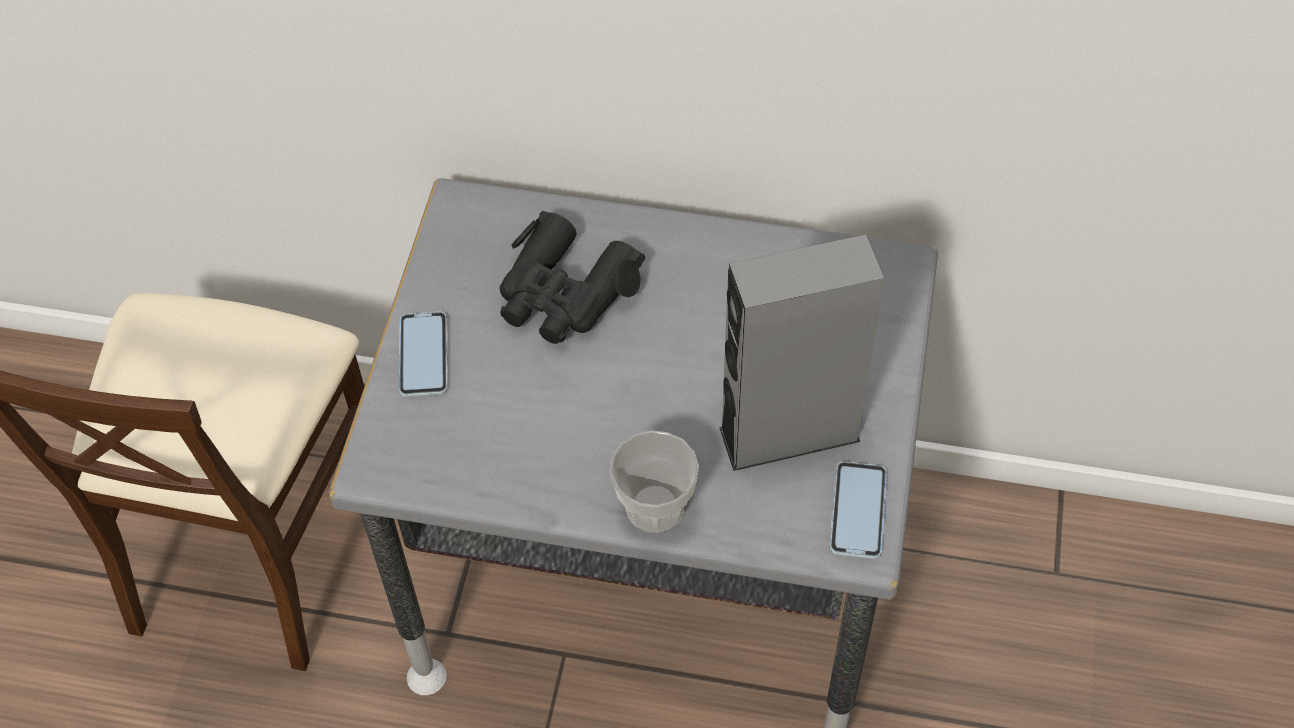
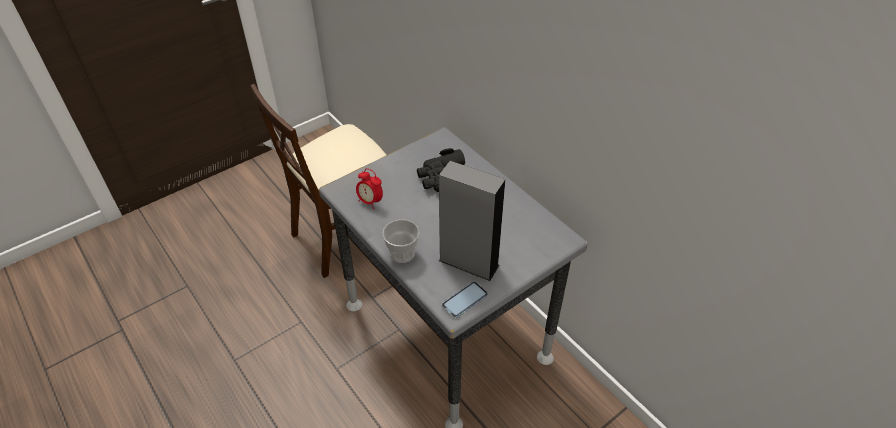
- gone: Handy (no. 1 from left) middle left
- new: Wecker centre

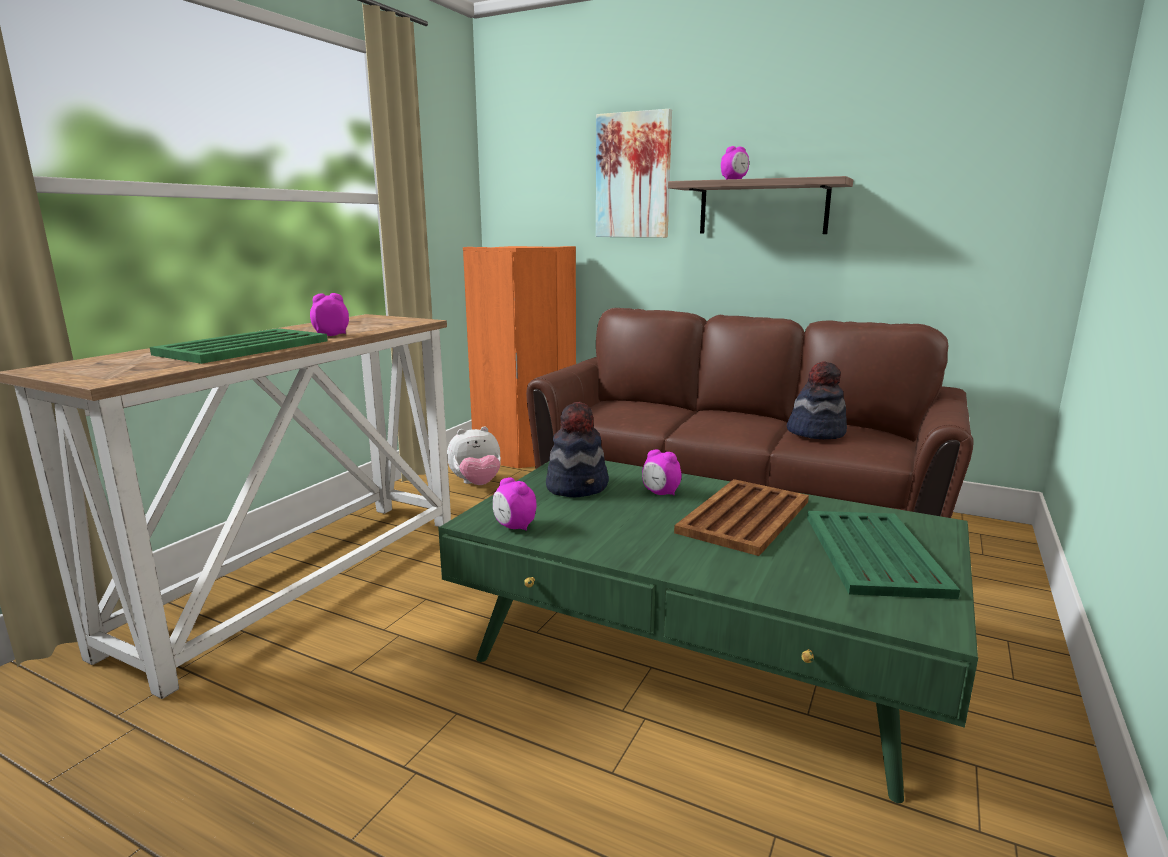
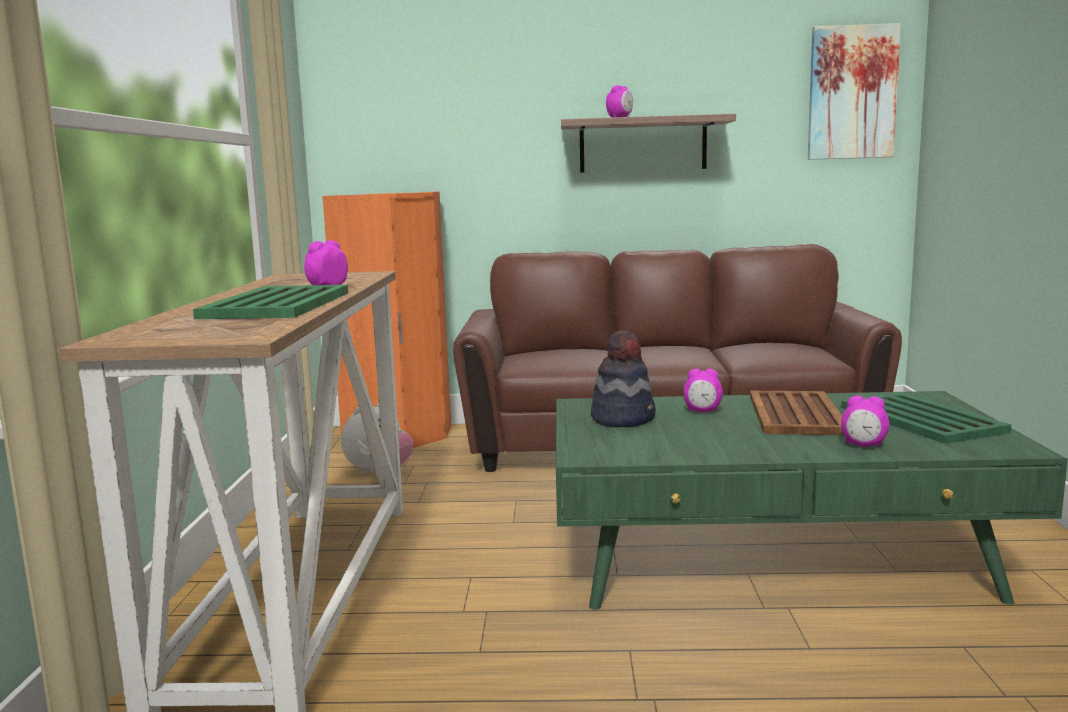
- gone: Hut (no. 2 from left) middle right
- shifted: Wecker (no. 2 from left in the first image) centre to Wecker (no. 4 from left) middle right
- shifted: Bild top centre to top right

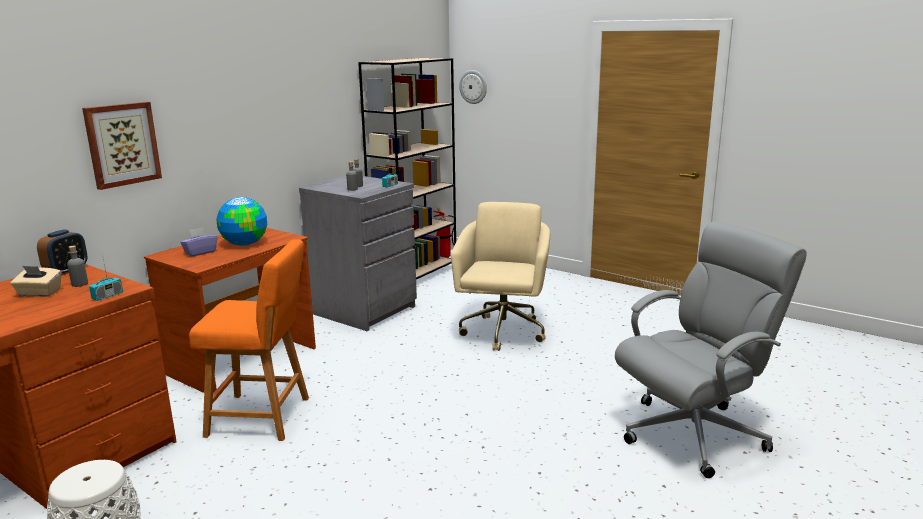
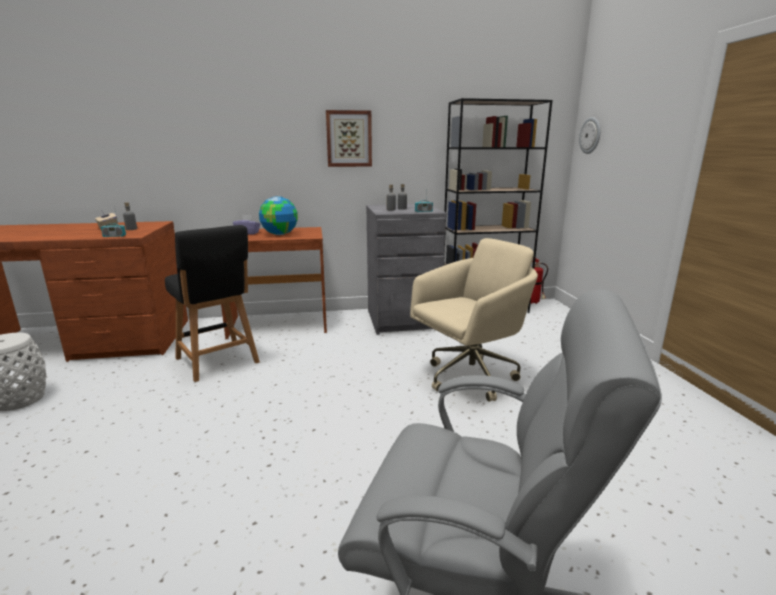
- gone: Wecker middle left
- shifted: Bild top left to top centre
- repainted: Hocker [orange] middle left to Hocker [schwarz] middle left

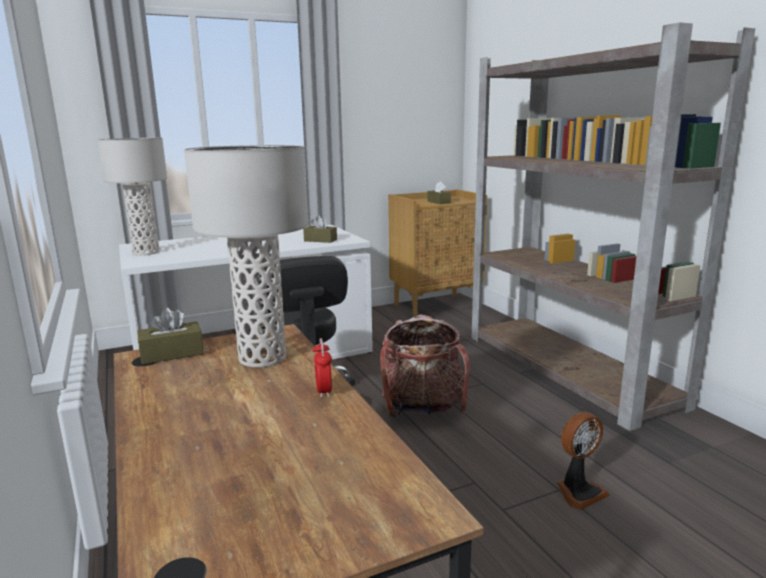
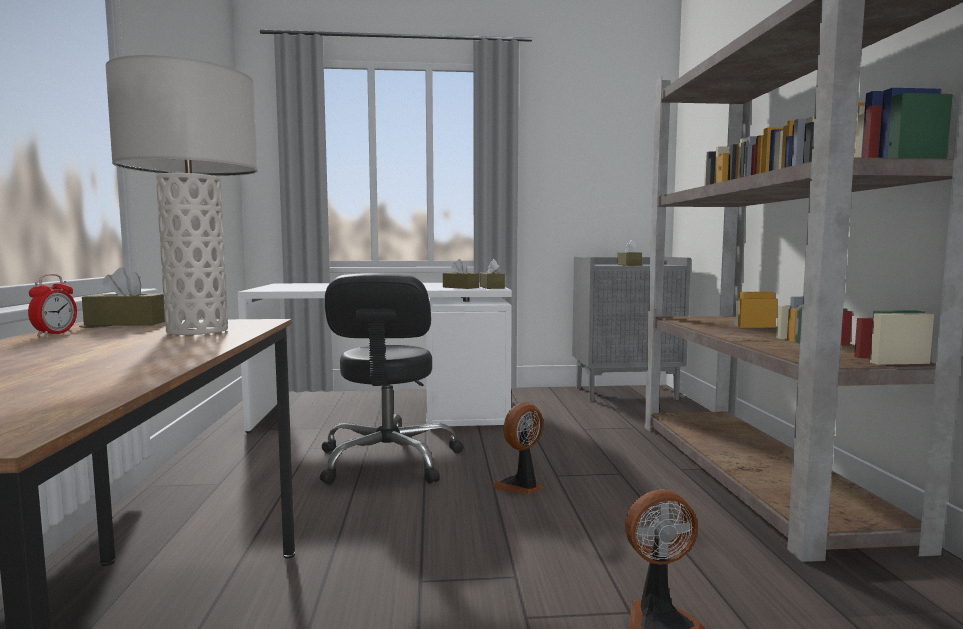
- gone: Tischlampe [weiß] (no. 1 from left) middle left
- new: Taschentuchbox [braun] (no. 3 from left) centre
- shifted: Wecker centre to middle left
- swapped: Rucksack centre to Ventilator (no. 1 from left) bottom centre
- repainted: Schrank [braun] centre to Schrank [grau] centre

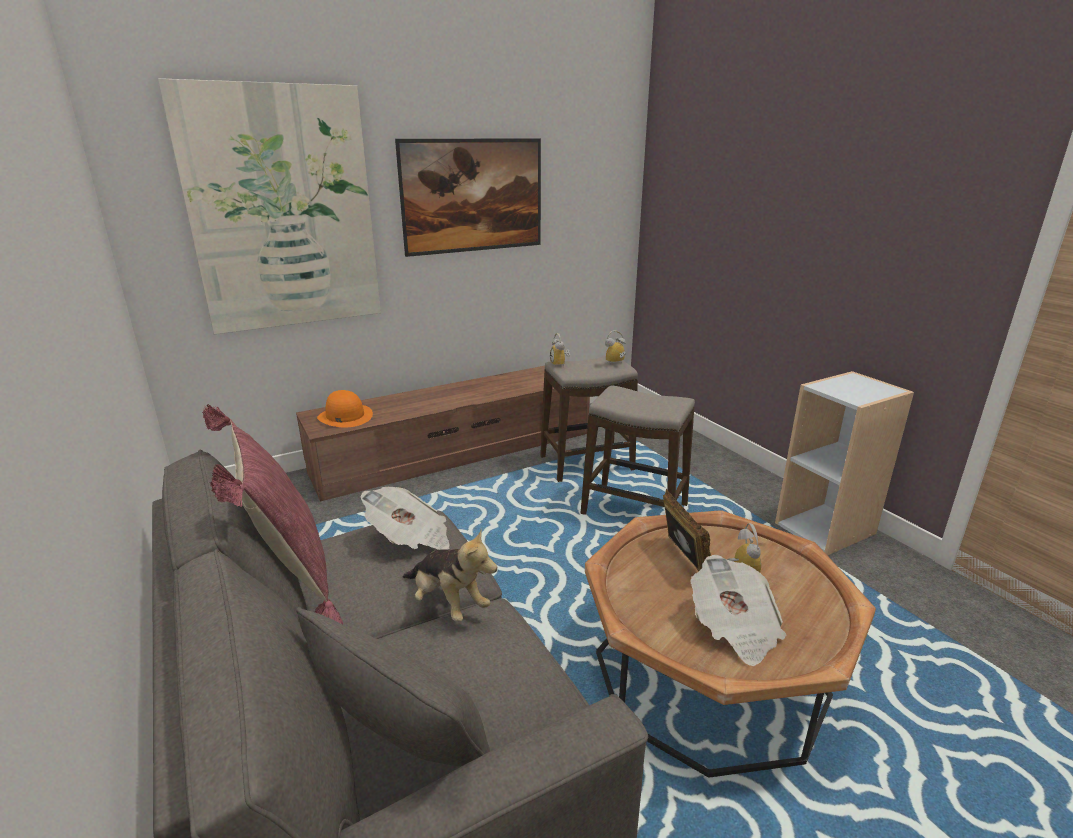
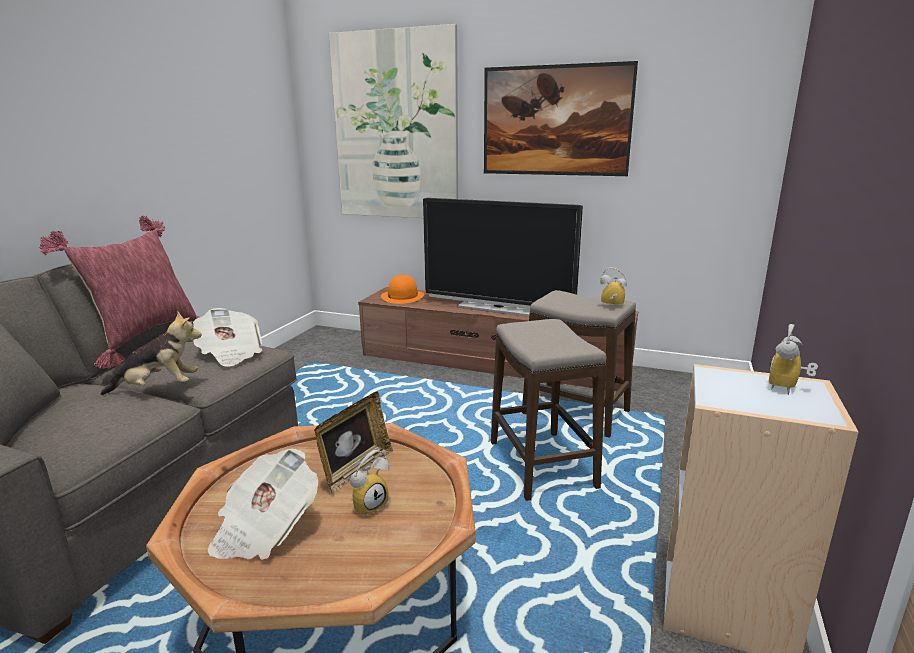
- new: Fernseher centre
- shifted: Wecker (no. 1 from left in the first image) centre to Wecker (no. 3 from left) middle right
- rotated: Plüschtier bottom centre = middle left 105 degrees counterclockwise

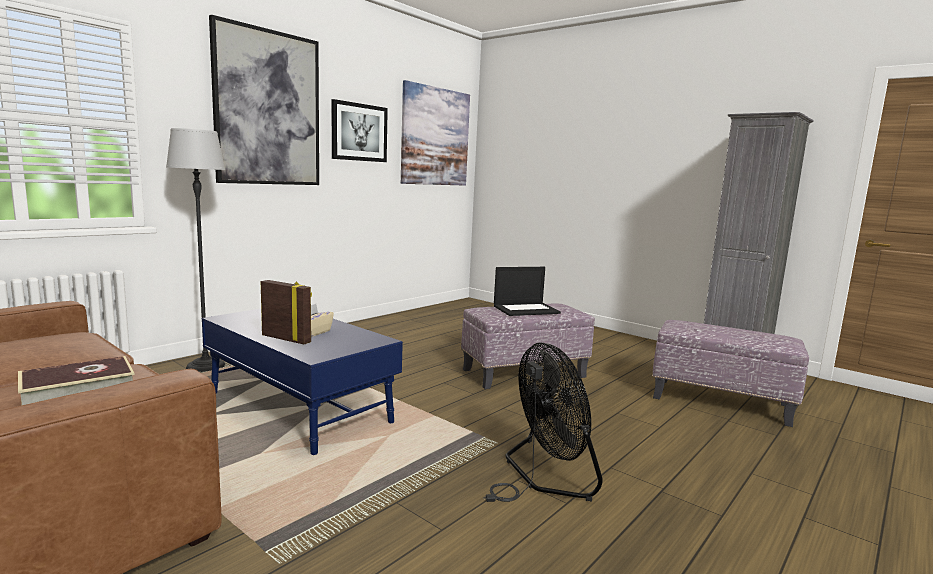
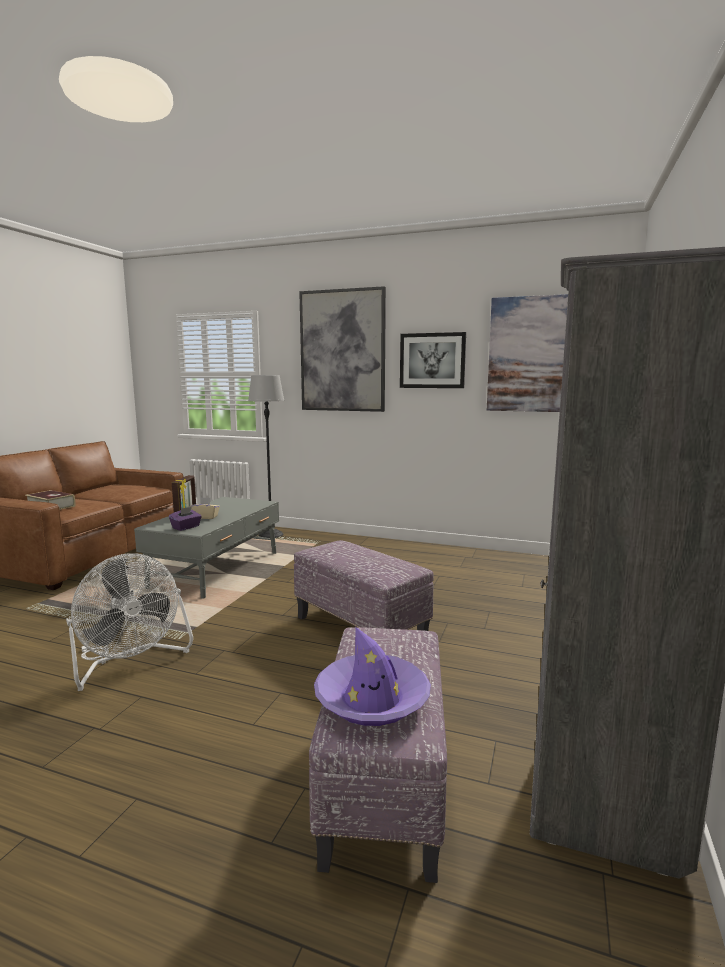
- gone: Laptop centre
- new: Taschentuchbox [lila] middle left
- new: Hut [lila] bottom centre
- repainted: Couchtisch [blau] middle left to Couchtisch [grau] middle left
- repainted: Ventilator [schwarz] bottom centre to Ventilator [weiß] middle left

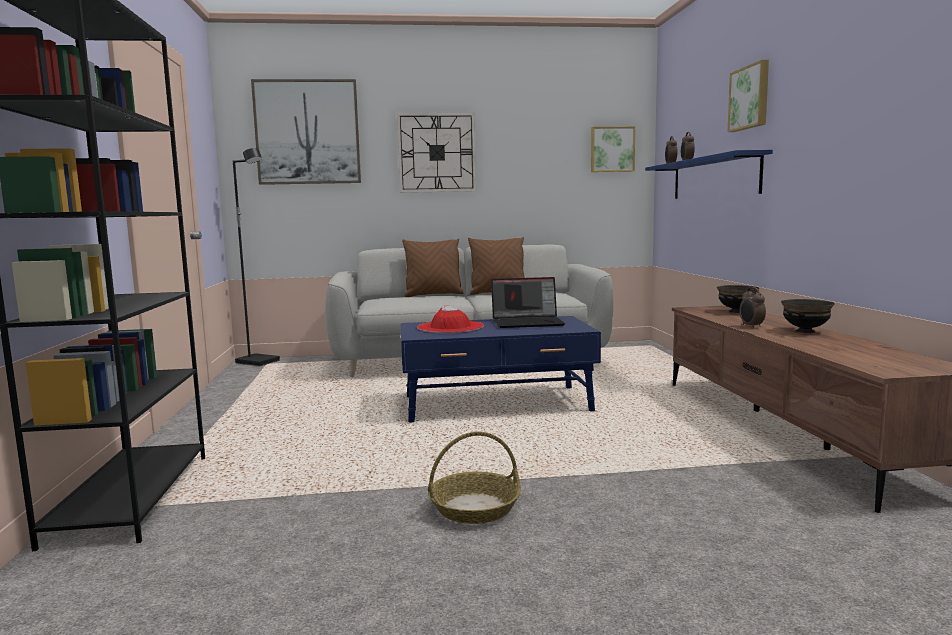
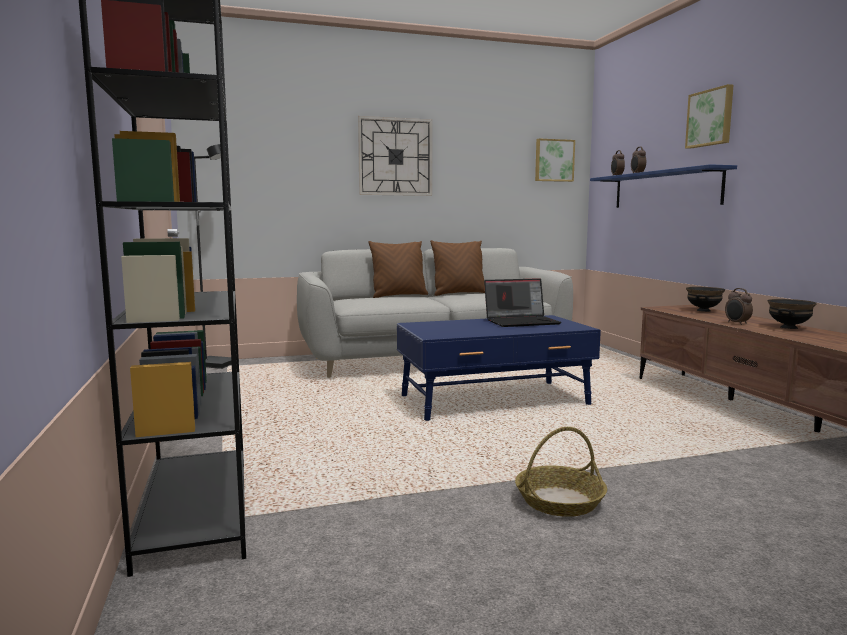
- gone: Bild (no. 1 from left) top left
- gone: Hut [rot] centre

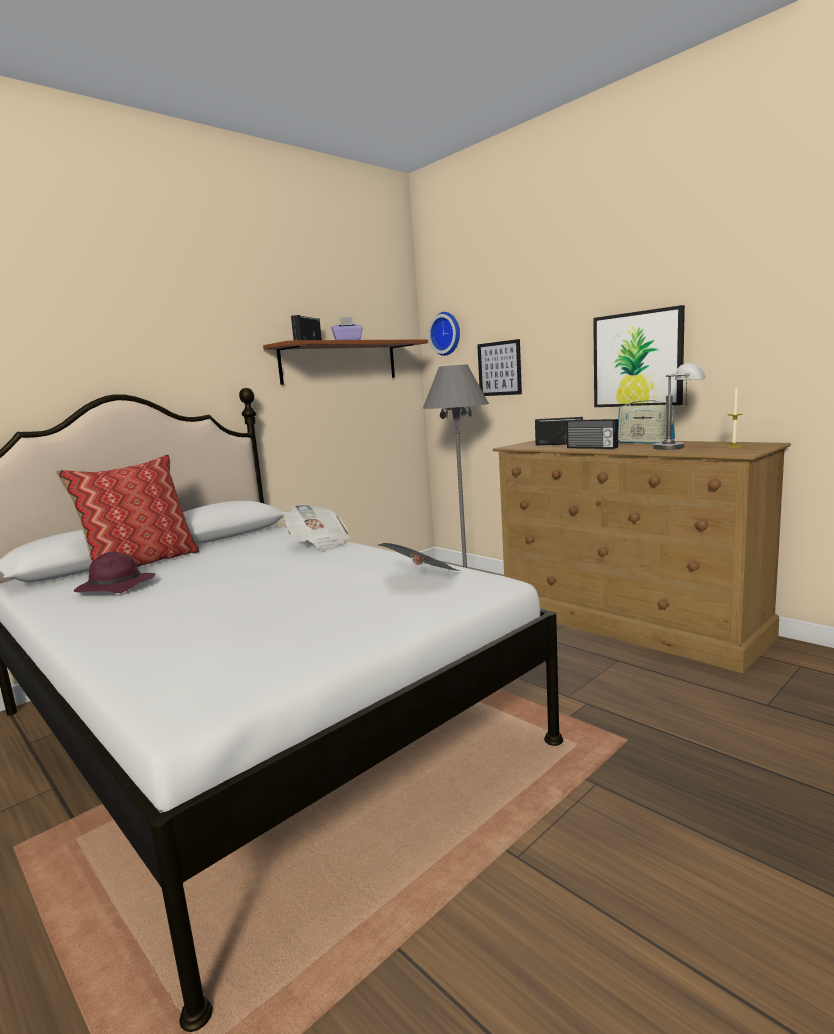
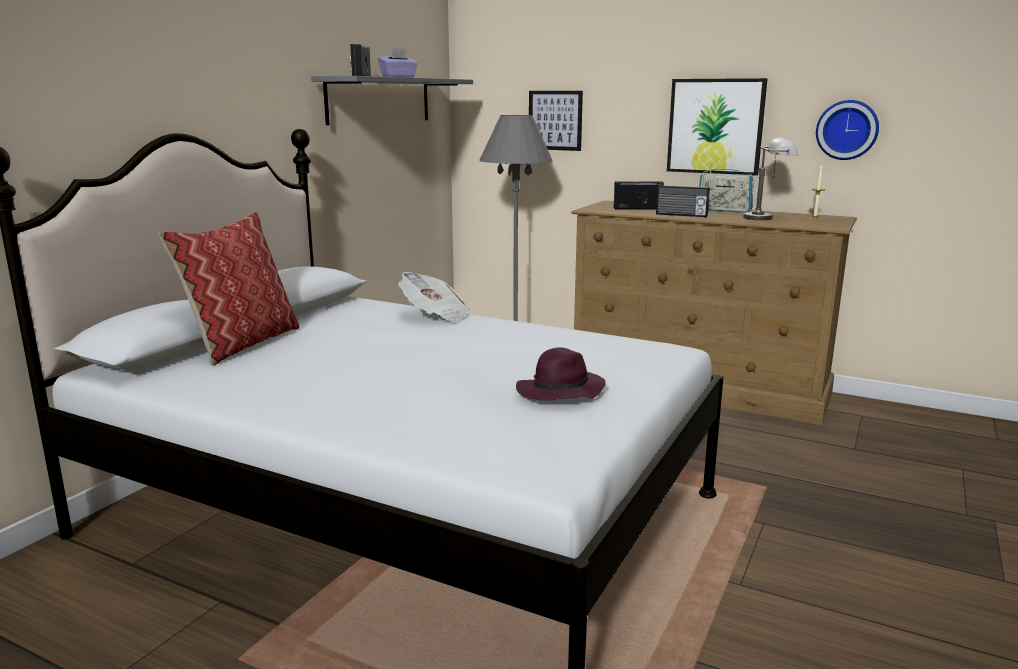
- gone: Zeitung (no. 2 from left) centre
- shifted: Hut [lila] middle left to centre
- shifted: Wanduhr top centre to top right
- repainted: Wandregal [braun] centre to Wandregal [grau] top centre

